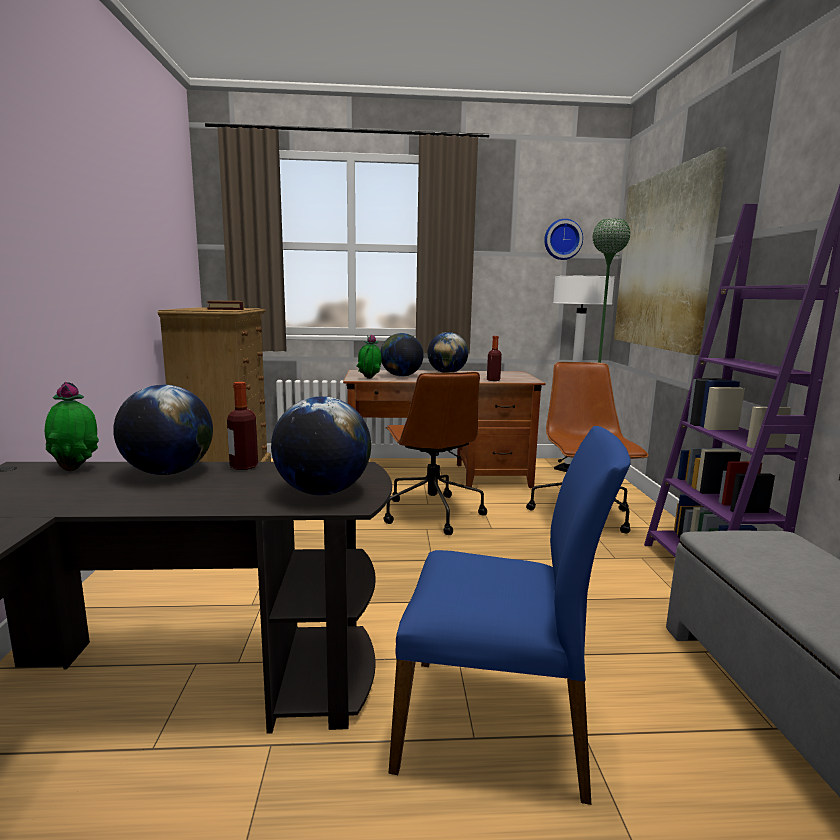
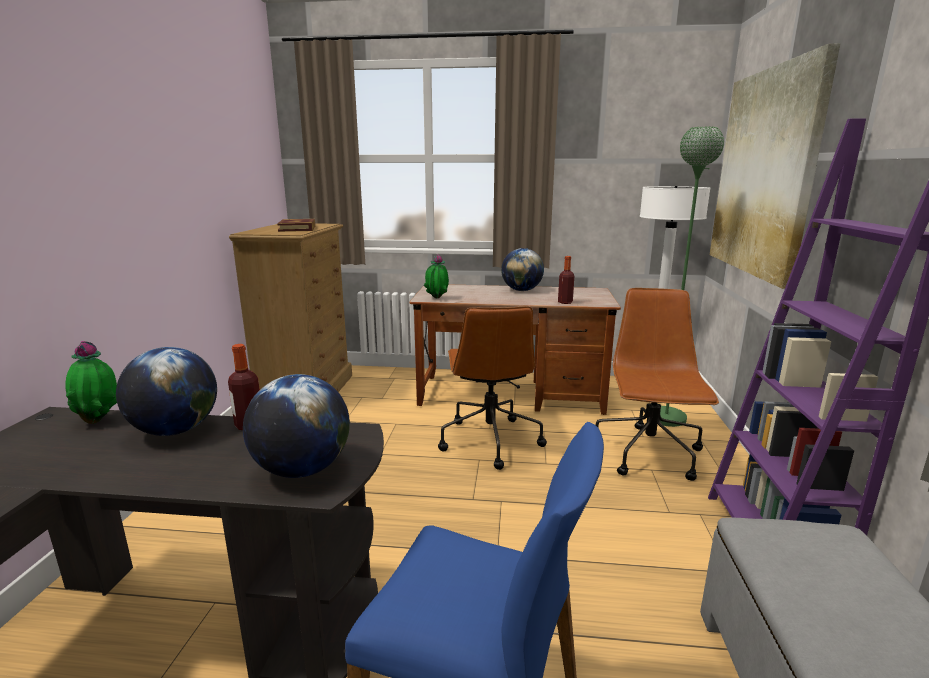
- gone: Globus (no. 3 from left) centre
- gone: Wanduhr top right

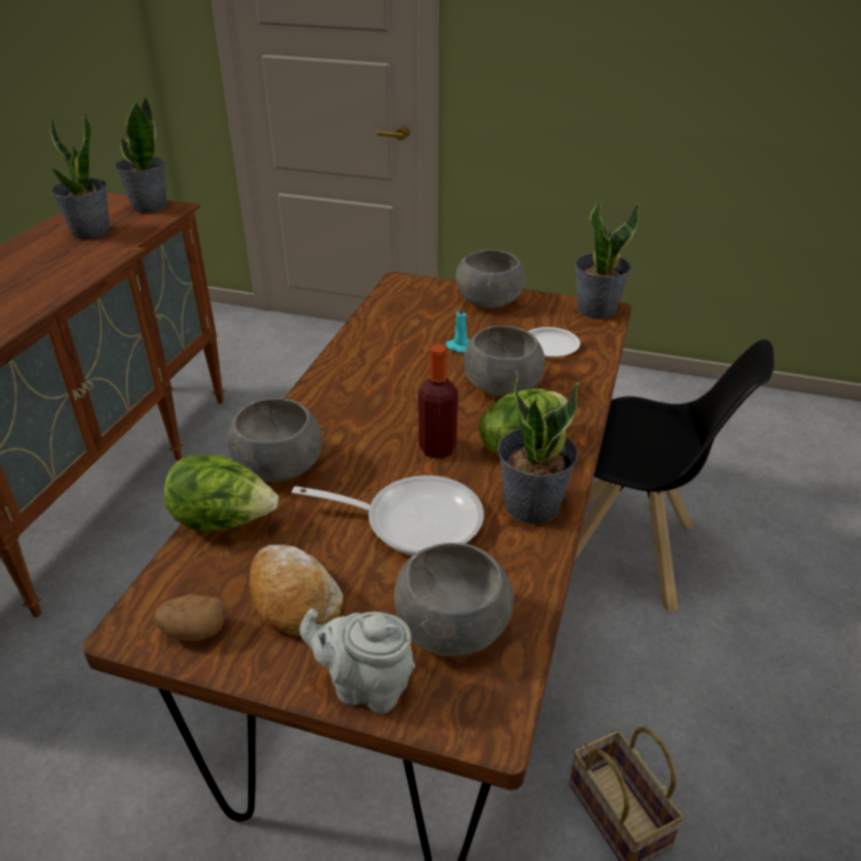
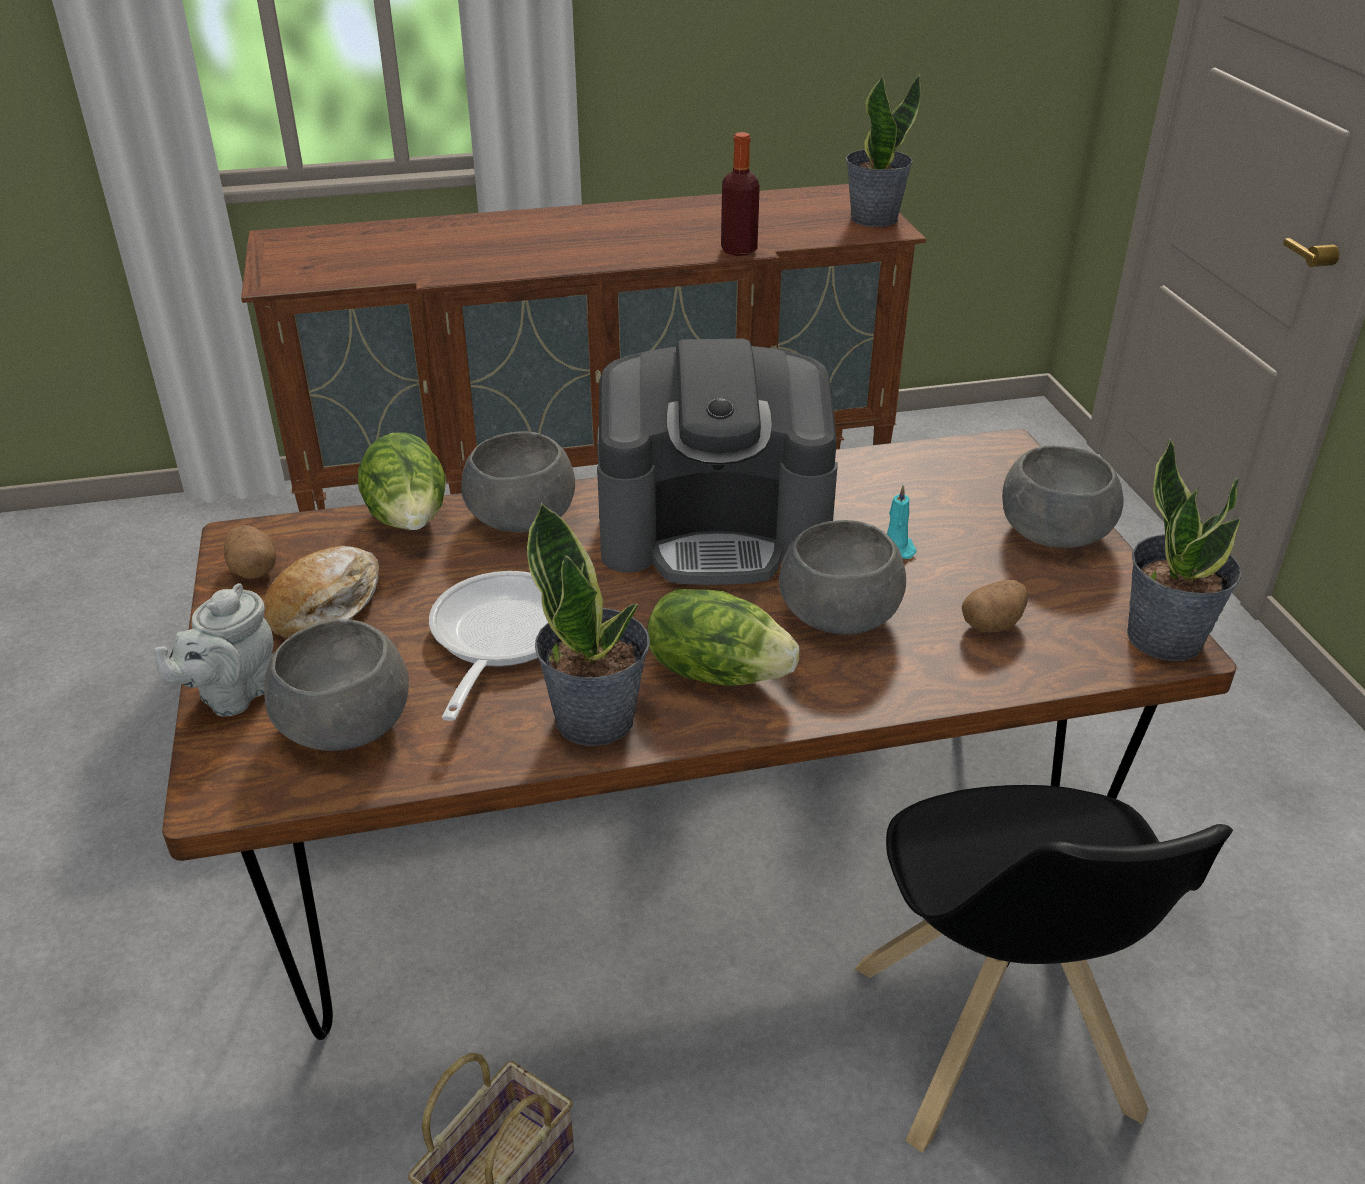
- gone: Topfpflanze (no. 1 from left) top left
- new: Kaffeemaschine centre
- shifted: Flasche centre to top centre
- swapped: Teller [weiß] centre to Kartoffel (no. 2 from left) middle right
- rotated: Pfanne centre = centre 150 degrees counterclockwise
- rotated: Teekanne [grau] bottom centre = middle left 135 degrees counterclockwise

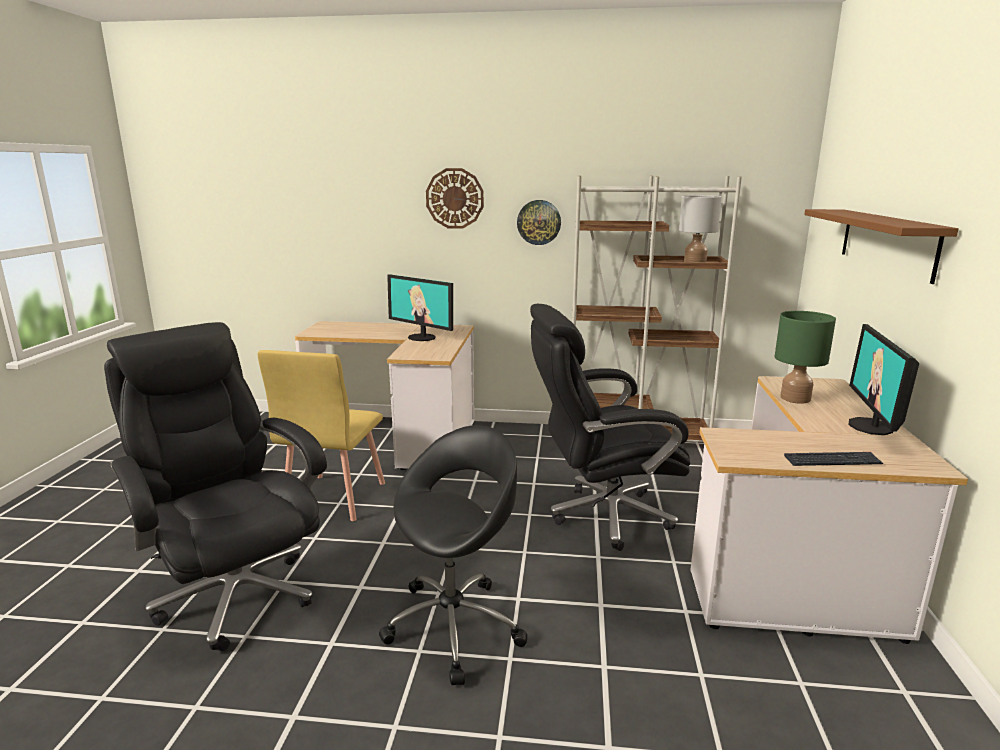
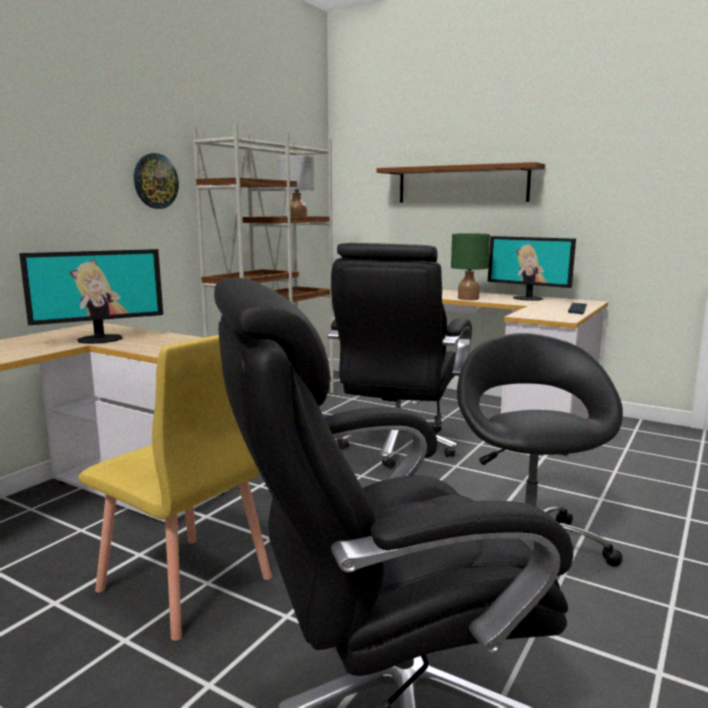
- gone: Wanduhr (no. 1 from left) top centre

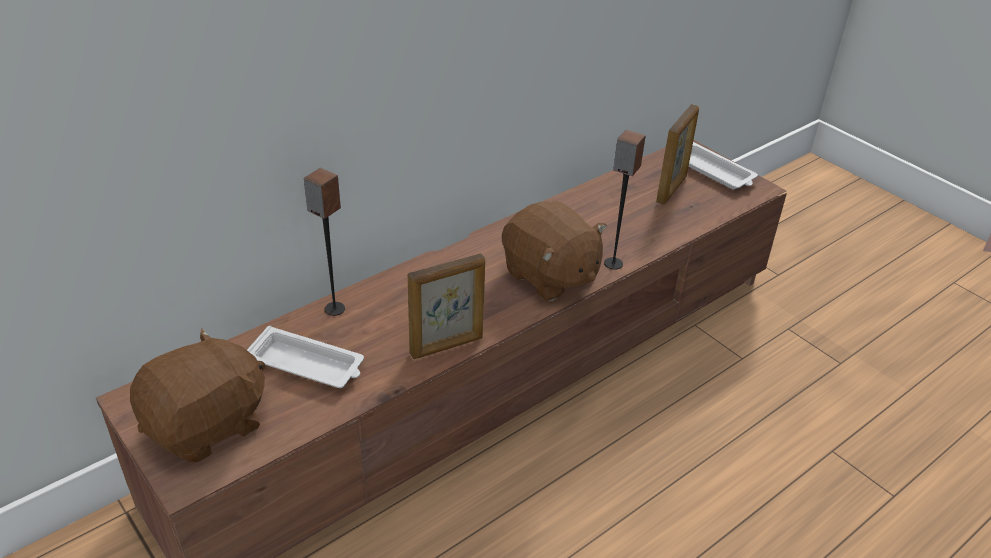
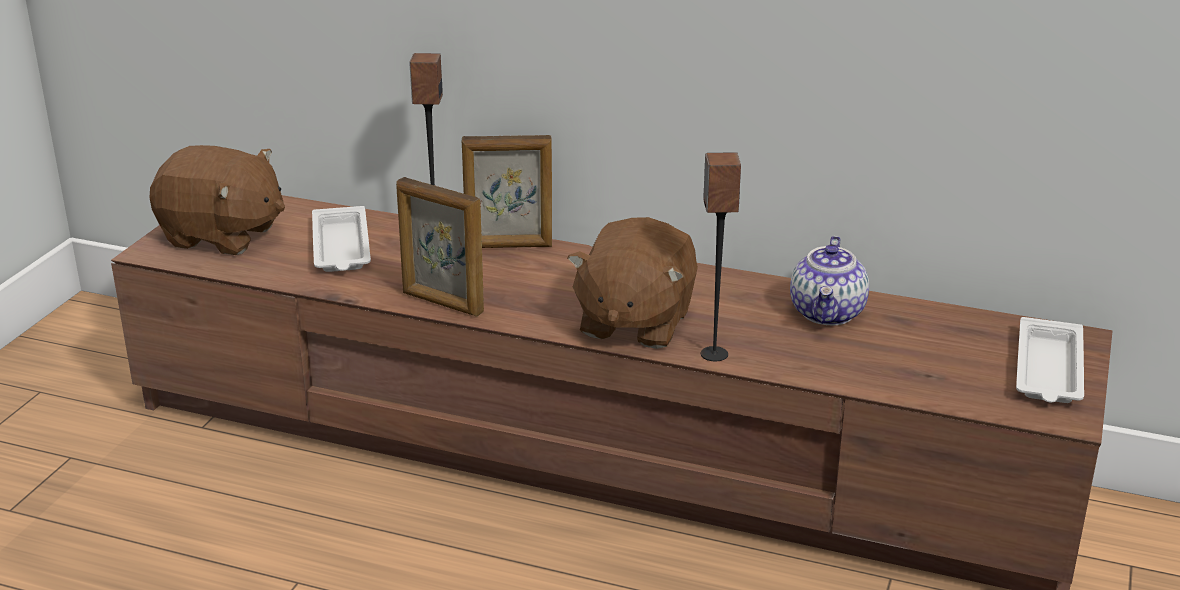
- new: Teekanne middle right
- shifted: Bilderrahmen (no. 2 from left) top right to top centre

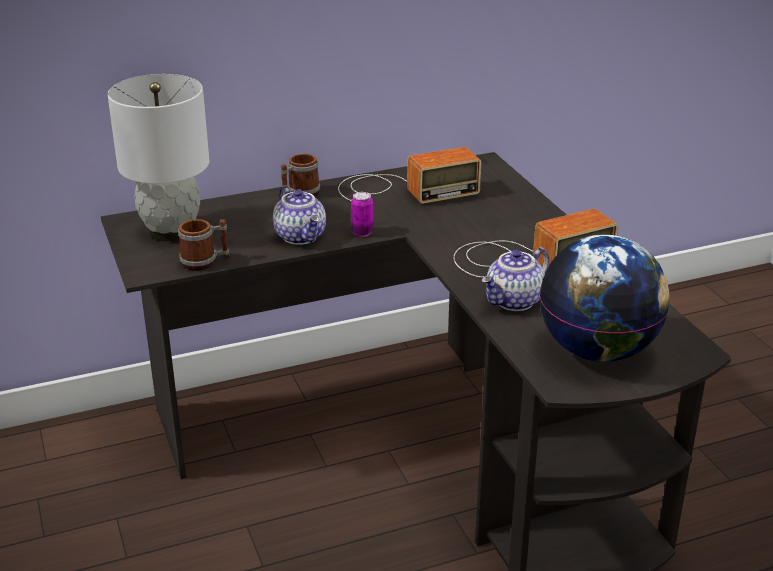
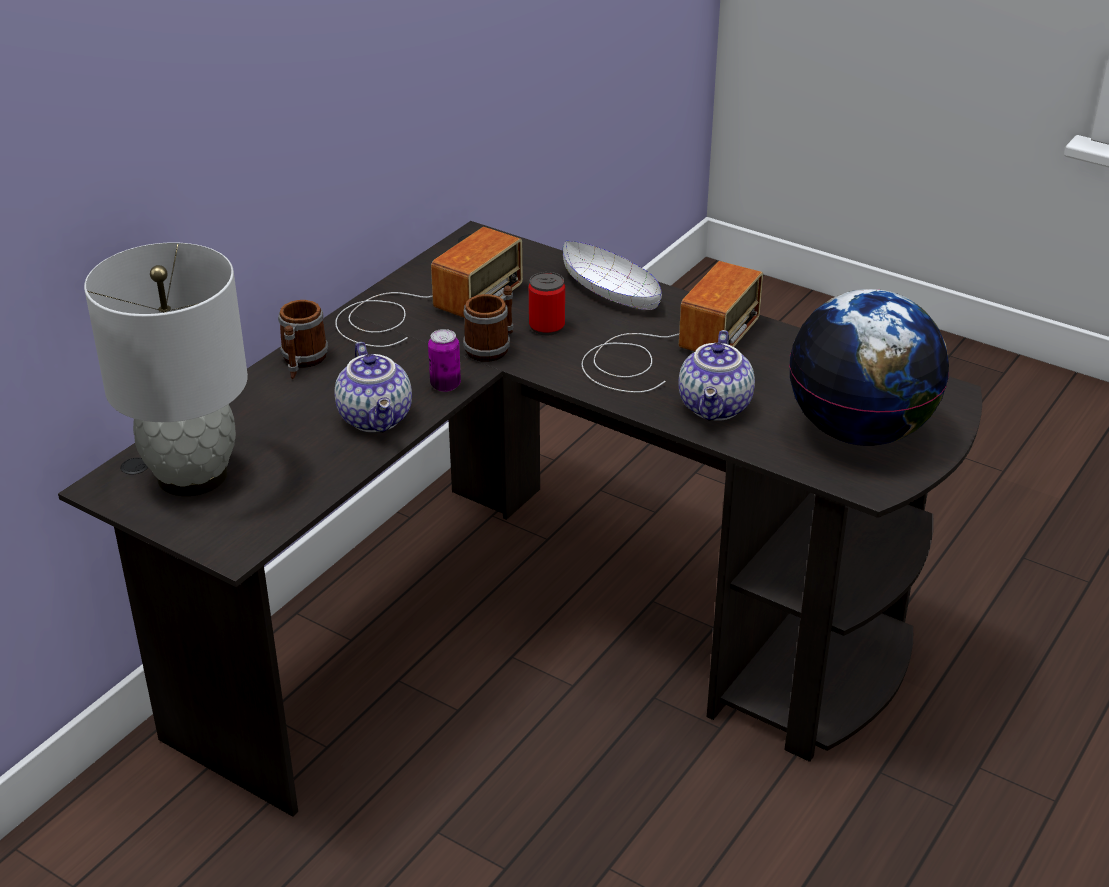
- new: Dose (no. 2 from left) centre
- new: Schüssel [weiß] top centre
- shifted: Henkelbecher (no. 1 from left in the first image) middle left to Henkelbecher (no. 2 from left) centre
- rotated: Teekanne (no. 1 from left) centre = centre 45 degrees clockwise

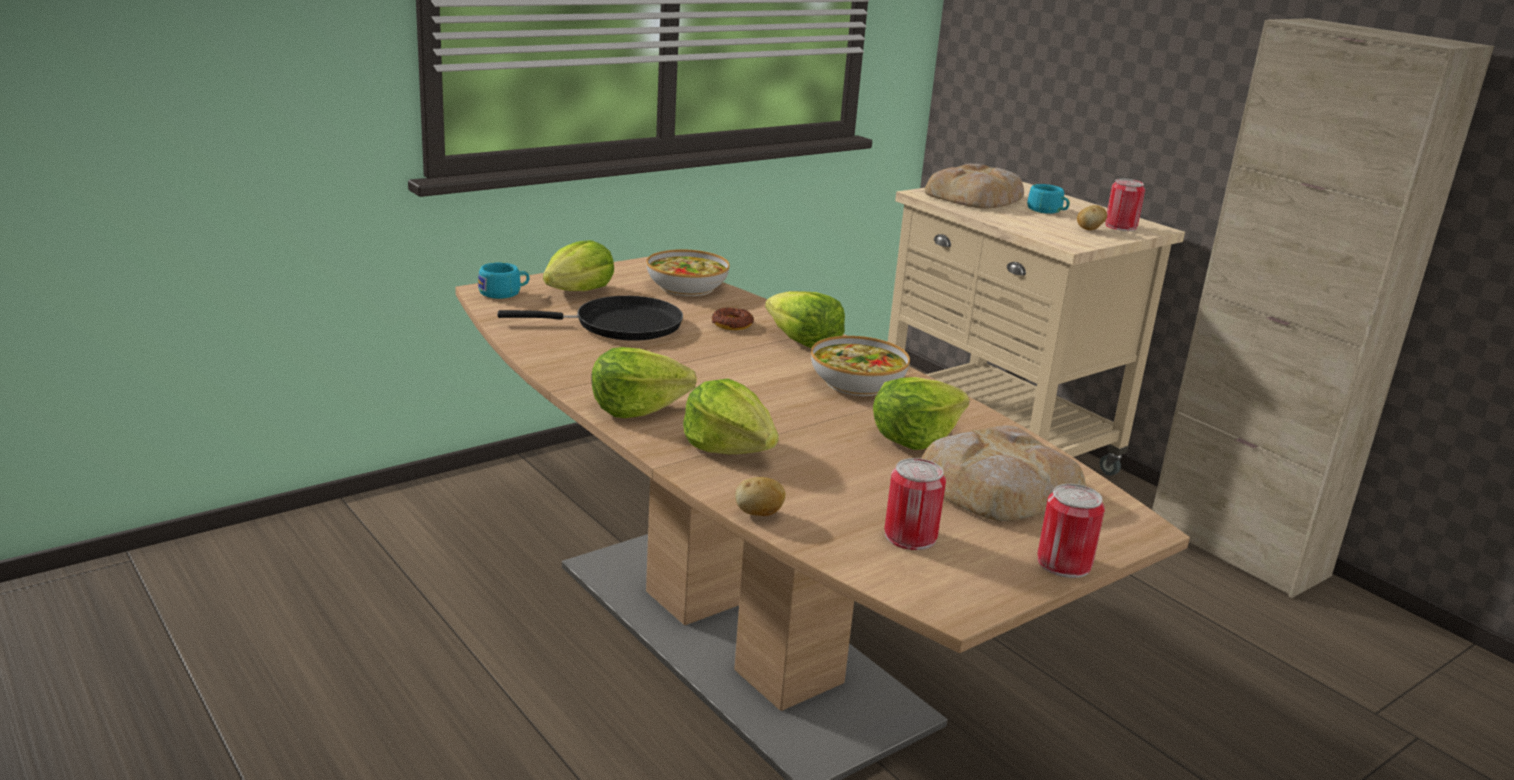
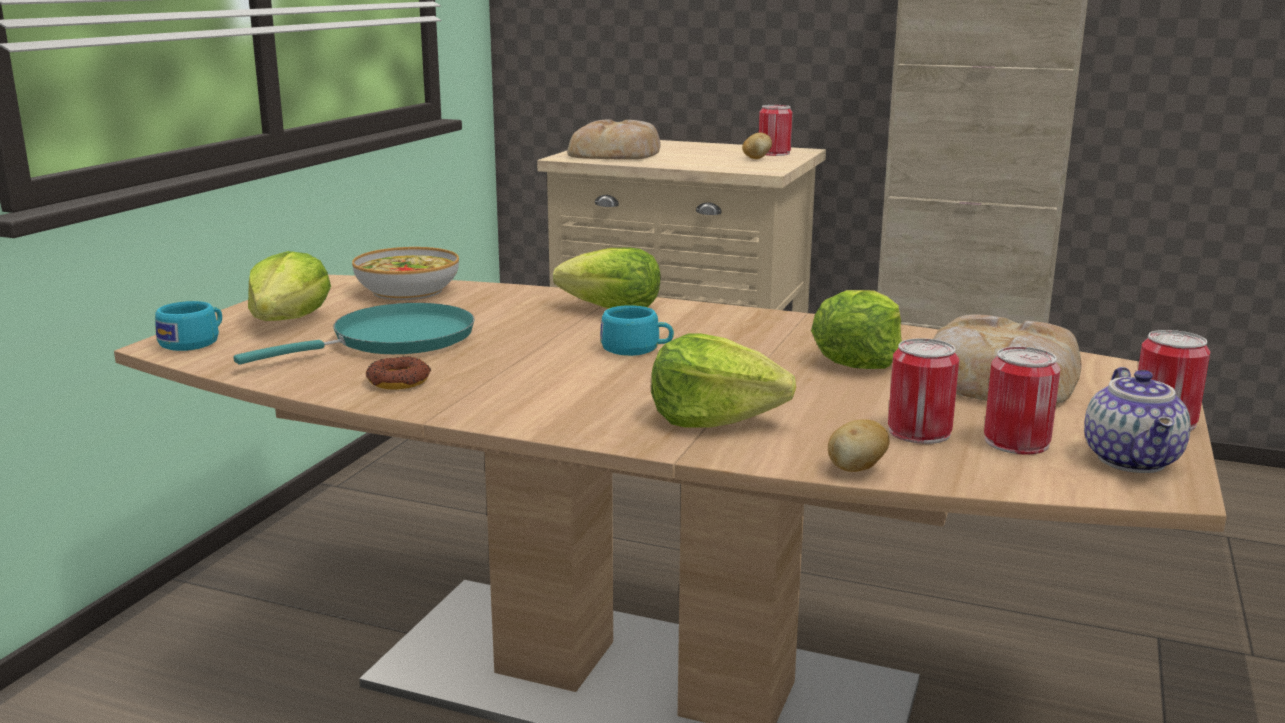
- gone: Salatkopf (no. 2 from left) centre
- gone: Schüssel (no. 2 from left) centre
- new: Dose (no. 2 from left) middle right
- new: Teekanne middle right
- shifted: Donut centre to middle left
- shifted: Tasse [türkis] (no. 2 from left) top right to centre
- repainted: Pfanne [schwarz] centre to Pfanne [türkis] middle left

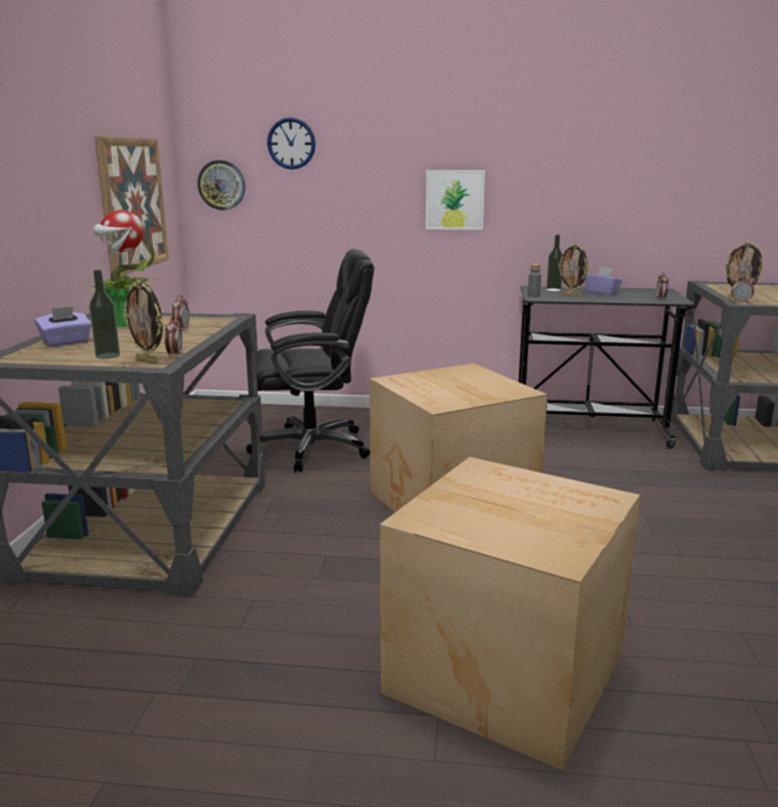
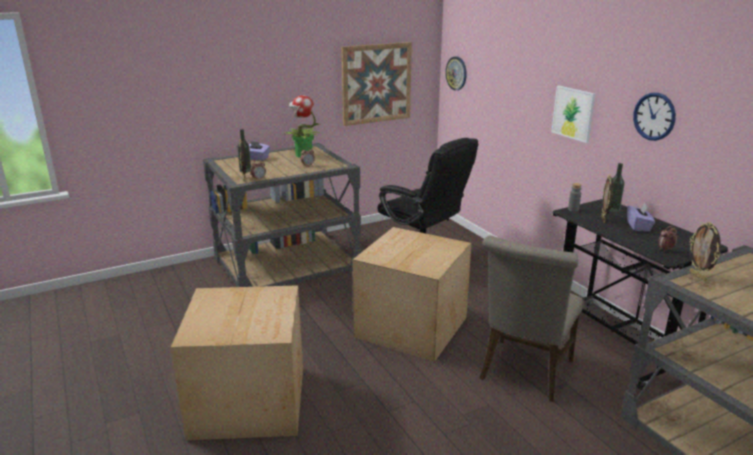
- gone: Wecker (no. 4 from left) middle right
- new: Stuhl [beige] bottom right
- shifted: Wanduhr (no. 2 from left) top centre to top right

